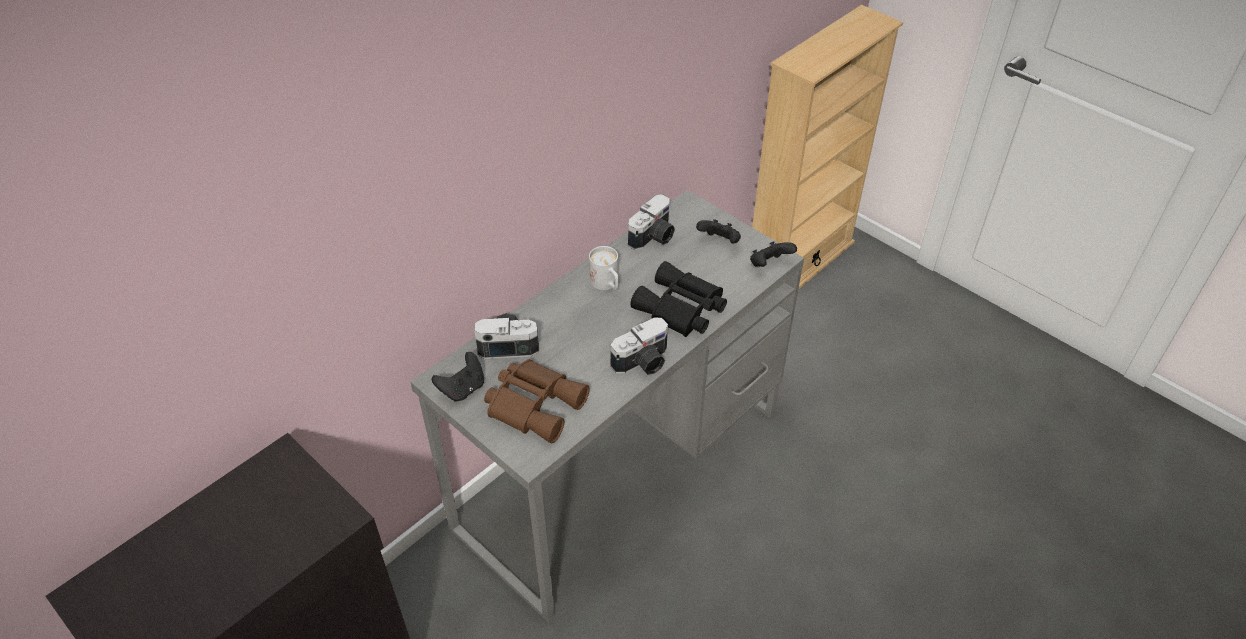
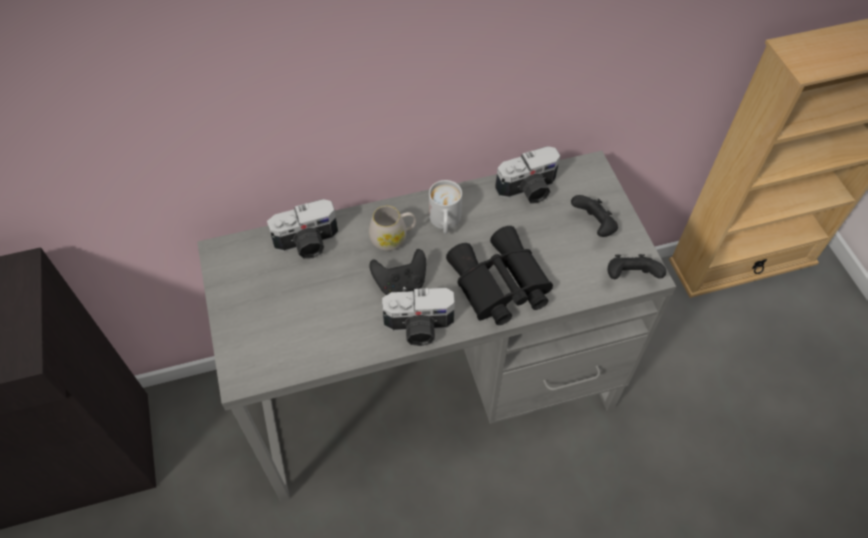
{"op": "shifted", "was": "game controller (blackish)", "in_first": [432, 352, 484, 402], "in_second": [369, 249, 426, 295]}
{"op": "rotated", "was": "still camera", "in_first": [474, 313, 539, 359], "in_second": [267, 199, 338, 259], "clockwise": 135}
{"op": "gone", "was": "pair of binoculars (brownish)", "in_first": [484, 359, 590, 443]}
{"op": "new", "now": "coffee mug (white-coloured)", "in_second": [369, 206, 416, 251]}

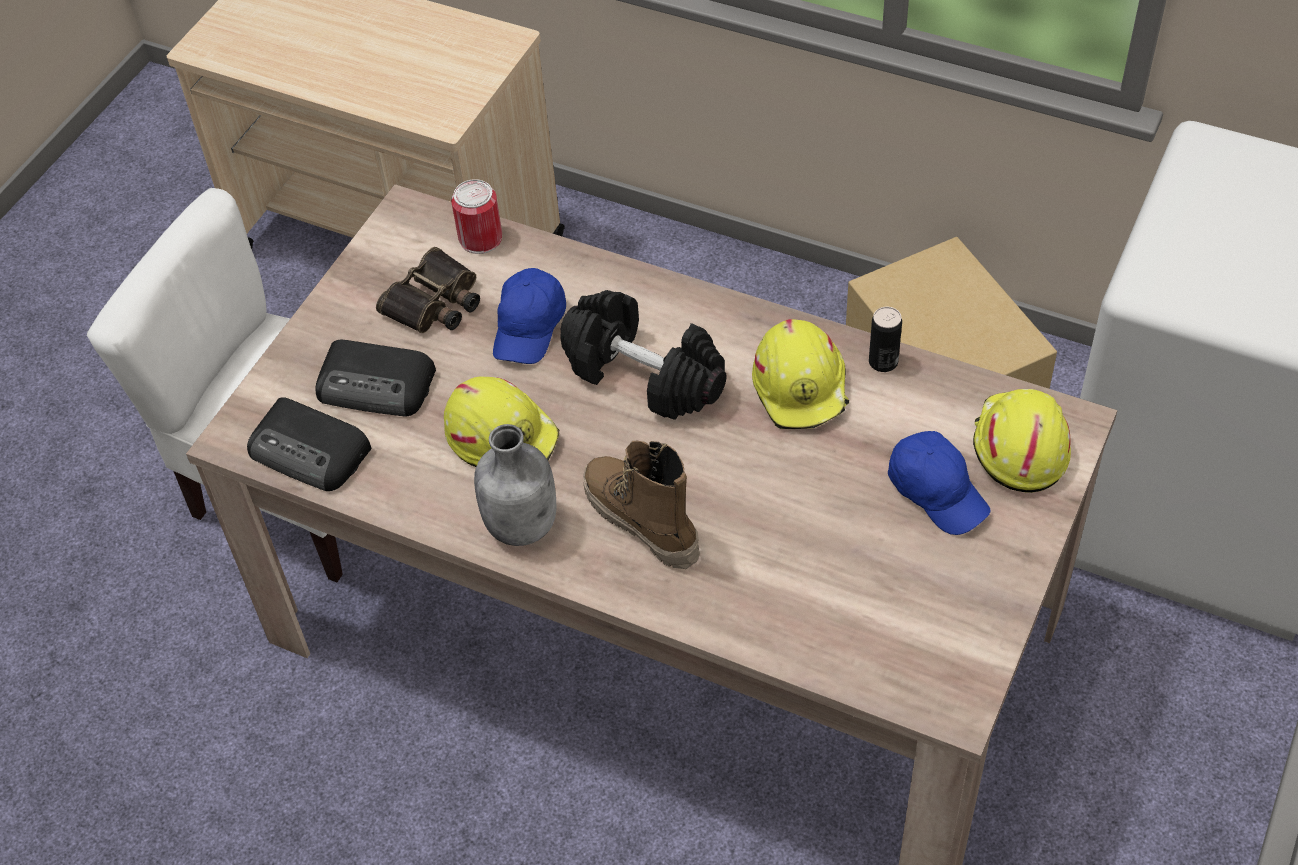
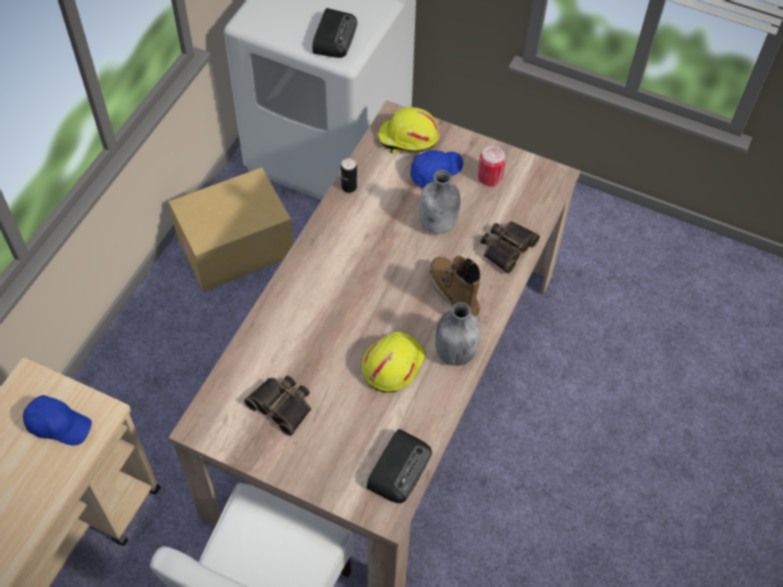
{"op": "shifted", "was": "radio set", "in_first": [315, 340, 436, 417], "in_second": [313, 8, 357, 58]}
{"op": "shifted", "was": "can", "in_first": [451, 179, 502, 254], "in_second": [478, 146, 506, 187]}
{"op": "shifted", "was": "baseball cap (blue-coloured)", "in_first": [493, 268, 566, 364], "in_second": [23, 395, 92, 446]}
{"op": "gone", "was": "dumbbell (blackish)", "in_first": [560, 290, 727, 420]}
{"op": "rotated", "was": "tall boot", "in_first": [583, 441, 700, 569], "in_second": [429, 256, 481, 322], "clockwise": 105}
{"op": "gone", "was": "work helmet (yellow)", "in_first": [752, 319, 849, 429]}
{"op": "new", "now": "beverage bottle (greyish)", "in_second": [419, 170, 461, 234]}
{"op": "new", "now": "pair of binoculars", "in_second": [481, 221, 540, 274]}

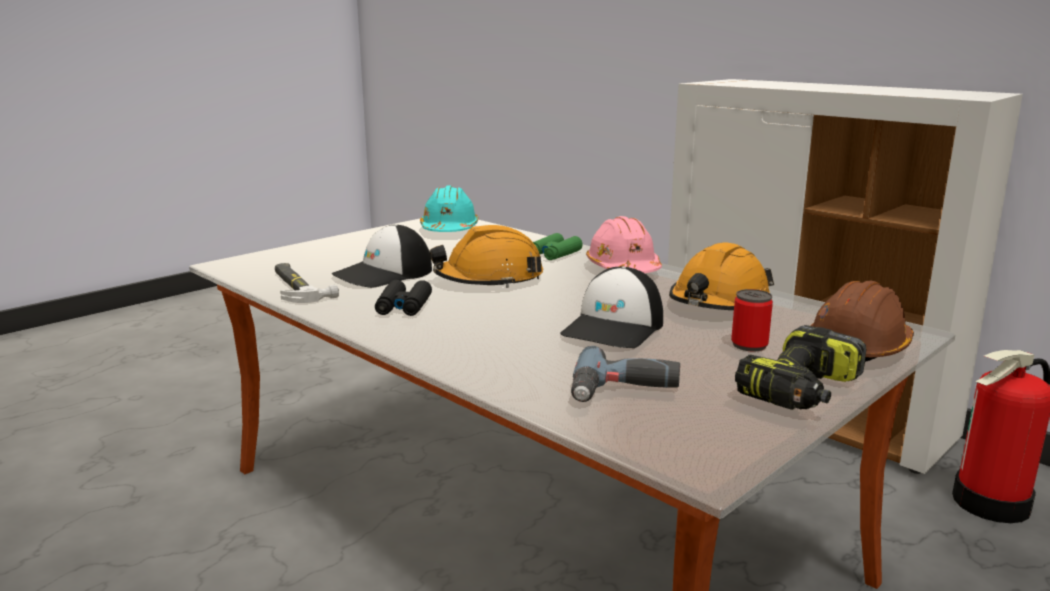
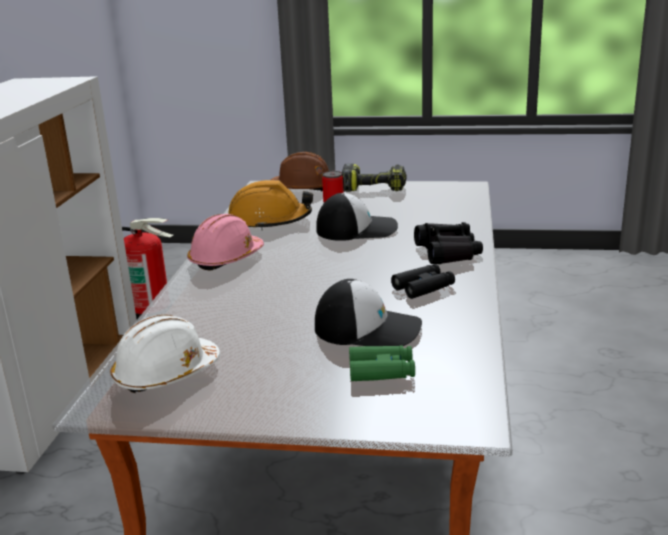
{"op": "gone", "was": "hammer", "in_first": [275, 263, 339, 303]}
{"op": "repainted", "was": "work helmet (blue-green)", "now": "work helmet (white-coloured)", "in_first": [420, 185, 479, 232], "in_second": [110, 315, 220, 393]}
{"op": "gone", "was": "work helmet (orangey)", "in_first": [429, 225, 543, 288]}
{"op": "shifted", "was": "pair of binoculars (greenish)", "in_first": [533, 233, 583, 260], "in_second": [349, 346, 415, 381]}
{"op": "gone", "was": "drill", "in_first": [571, 346, 680, 402]}
{"op": "new", "now": "pair of binoculars (blackish)", "in_second": [414, 222, 483, 264]}

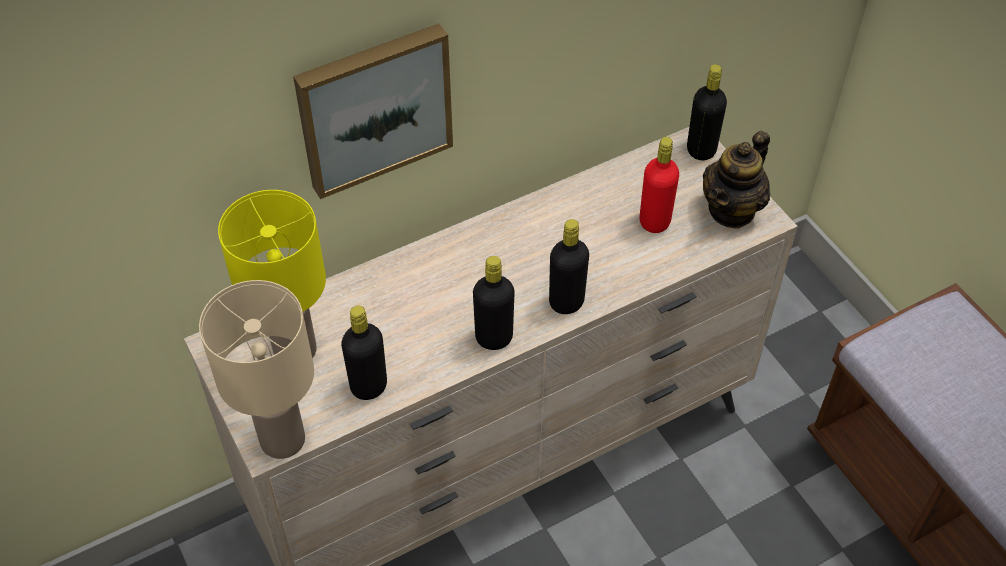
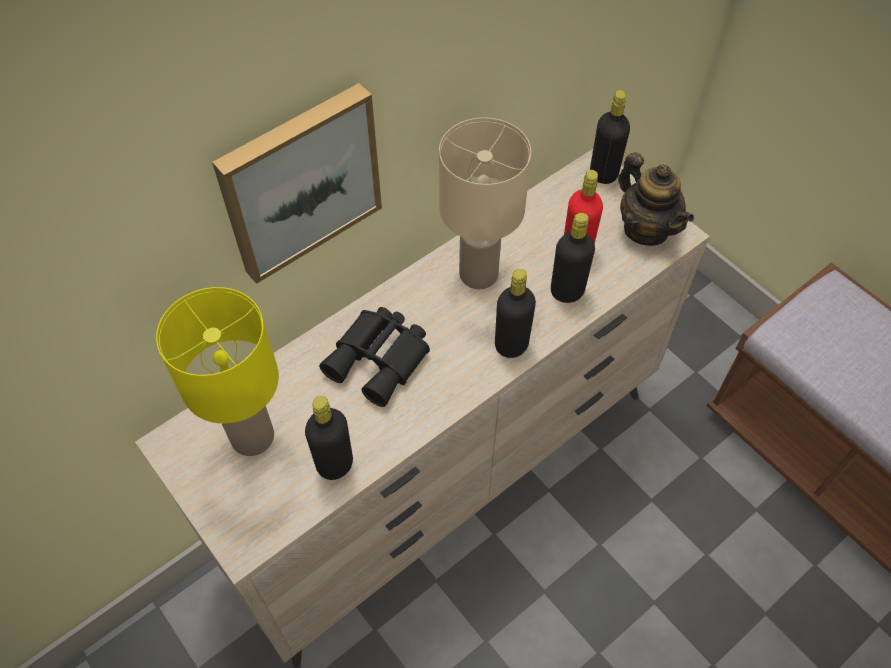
{"op": "shifted", "was": "lamp for a table (sand-coloured)", "in_first": [199, 280, 314, 459], "in_second": [439, 117, 531, 289]}
{"op": "shifted", "was": "beverage bottle (blackish)", "in_first": [473, 256, 515, 350], "in_second": [551, 213, 595, 303]}
{"op": "rotated", "was": "teapot", "in_first": [703, 131, 770, 229], "in_second": [618, 152, 694, 246], "clockwise": -60}
{"op": "new", "now": "pair of binoculars (blackish)", "in_second": [319, 307, 430, 407]}

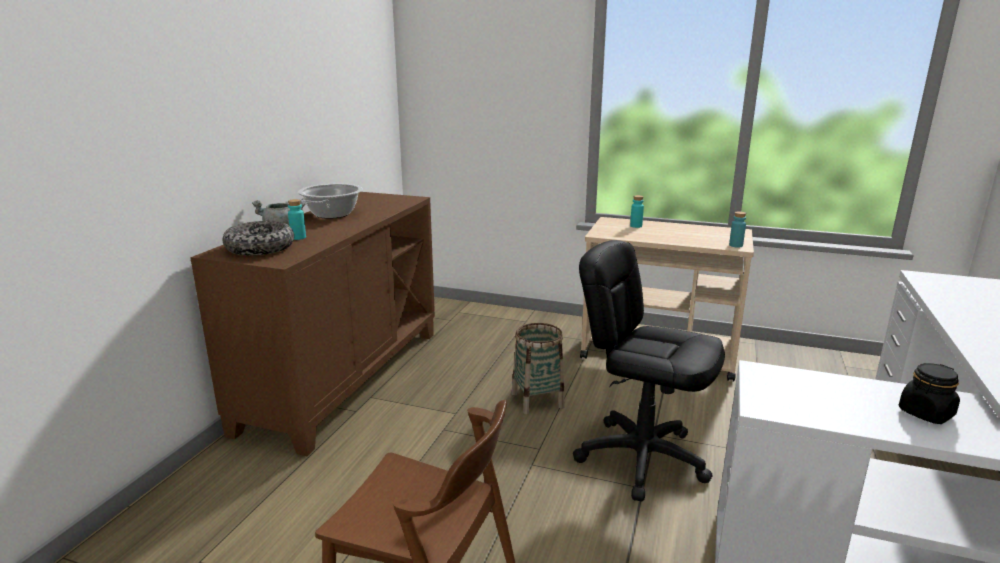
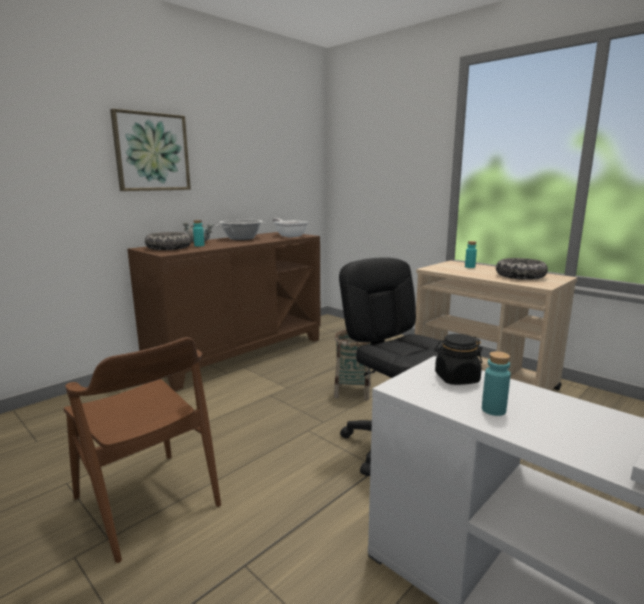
{"op": "shifted", "was": "beverage bottle (blue-green)", "in_first": [729, 211, 746, 247], "in_second": [482, 351, 510, 416]}
{"op": "shifted", "was": "preserve jar (blackish)", "in_first": [899, 363, 960, 424], "in_second": [435, 334, 482, 385]}
{"op": "new", "now": "picture", "in_second": [110, 109, 191, 191]}
{"op": "new", "now": "pan", "in_second": [273, 218, 308, 238]}
{"op": "new", "now": "deep dish", "in_second": [496, 258, 548, 280]}

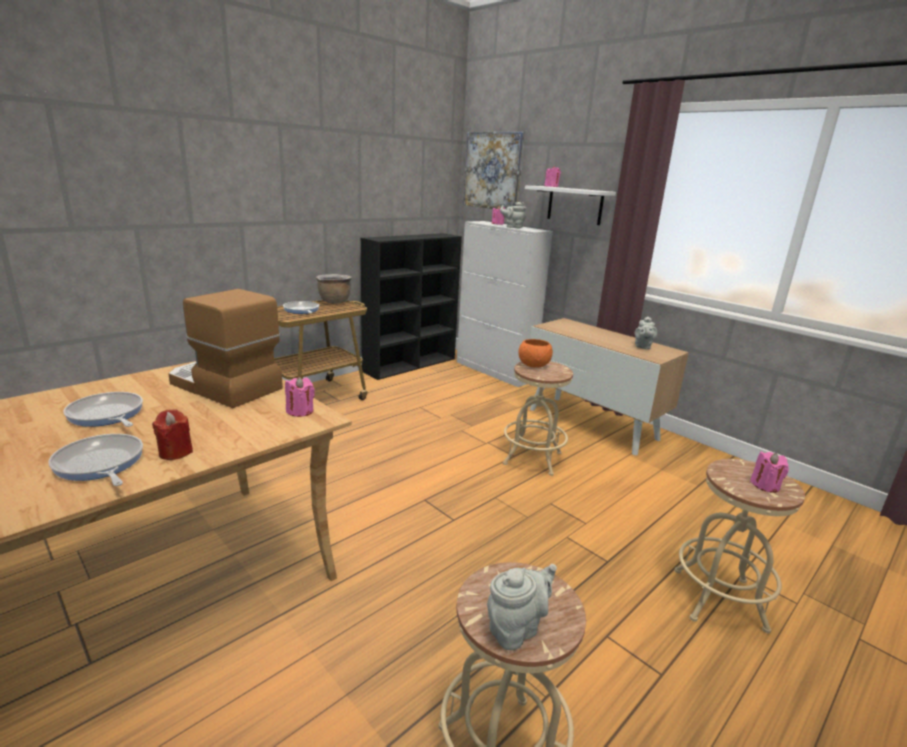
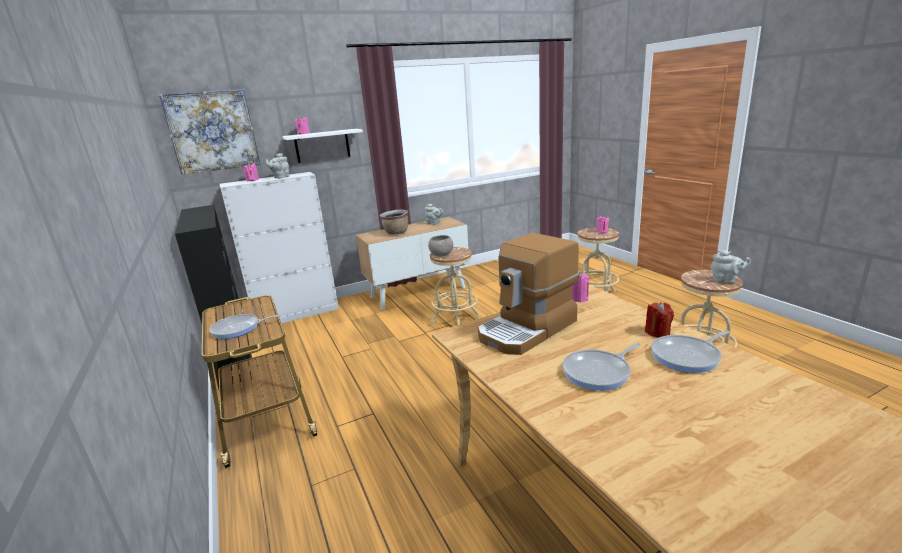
{"op": "shifted", "was": "stockpot (brownish)", "in_first": [316, 274, 352, 303], "in_second": [380, 210, 408, 234]}
{"op": "rotated", "was": "teapot (greyish)", "in_first": [487, 564, 557, 650], "in_second": [711, 250, 751, 283], "clockwise": 135}
{"op": "repainted", "was": "deep dish (orangey)", "now": "deep dish (greyish)", "in_first": [519, 339, 553, 368], "in_second": [428, 235, 453, 257]}

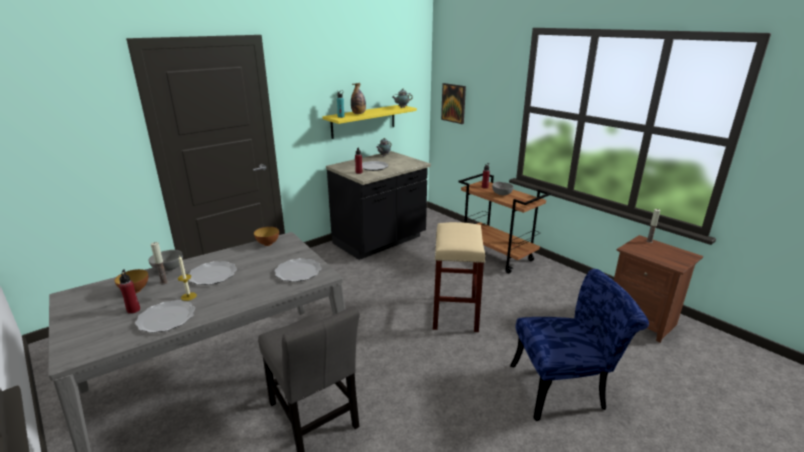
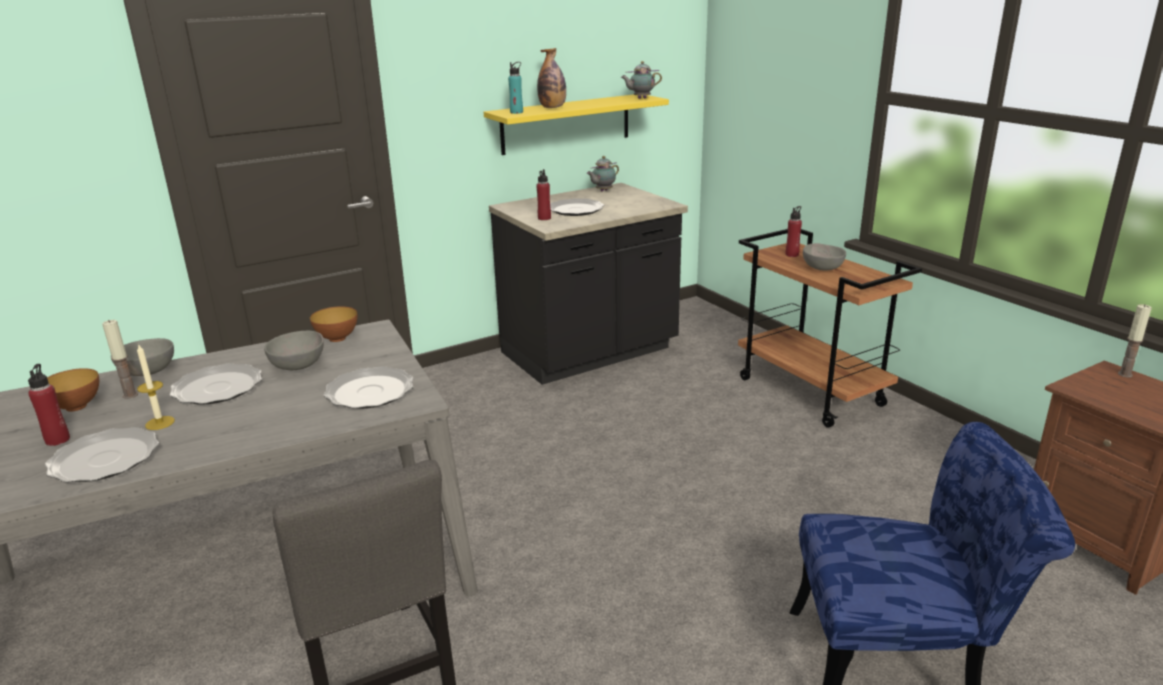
{"op": "gone", "was": "stool seat (sand-coloured)", "in_first": [433, 222, 485, 332]}
{"op": "gone", "was": "picture", "in_first": [441, 83, 466, 124]}
{"op": "new", "now": "deep dish (greyish)", "in_second": [264, 331, 324, 370]}

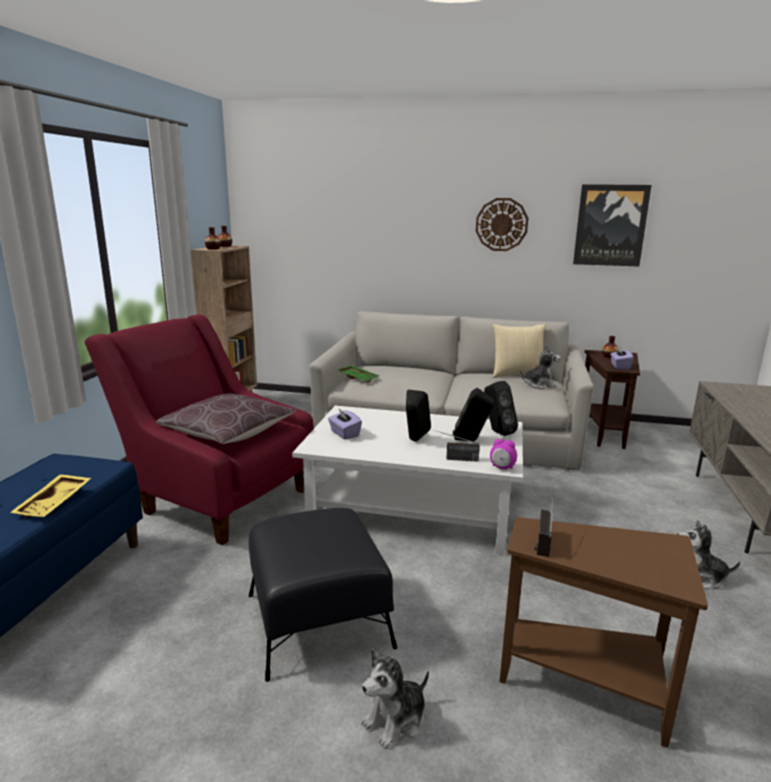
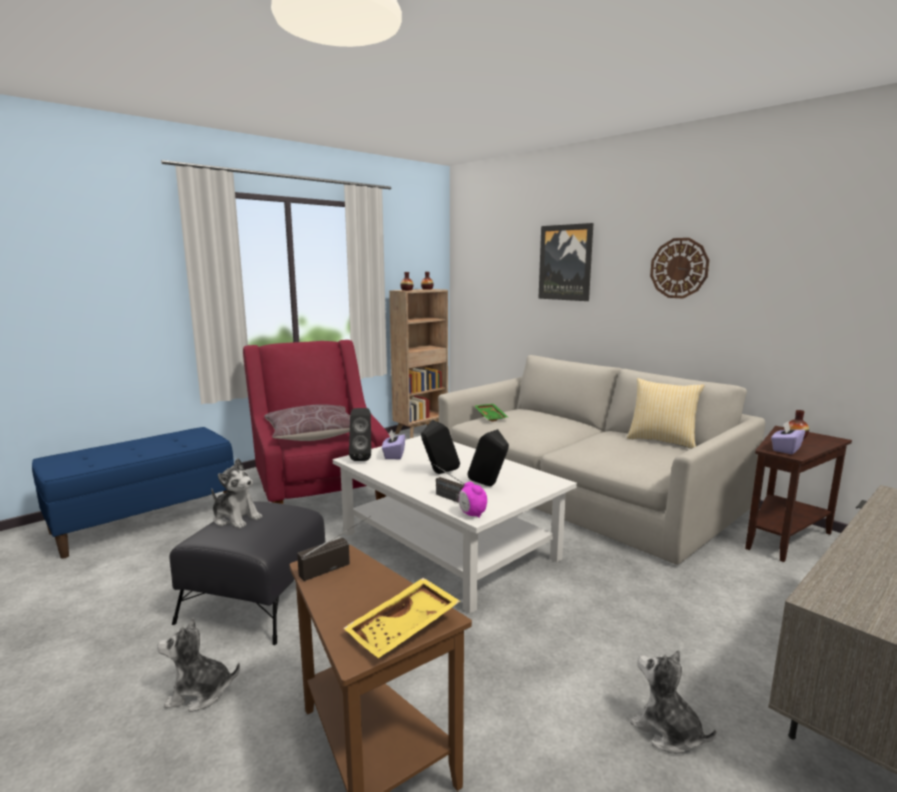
{"op": "shifted", "was": "carrying tray (yellow)", "in_first": [10, 474, 91, 518], "in_second": [343, 578, 460, 658]}
{"op": "shifted", "was": "speaker (blackish)", "in_first": [484, 381, 518, 436], "in_second": [349, 408, 371, 461]}
{"op": "shifted", "was": "plush toy", "in_first": [519, 345, 560, 389], "in_second": [211, 458, 262, 529]}
{"op": "shifted", "was": "picture", "in_first": [573, 184, 651, 267], "in_second": [538, 223, 594, 301]}

